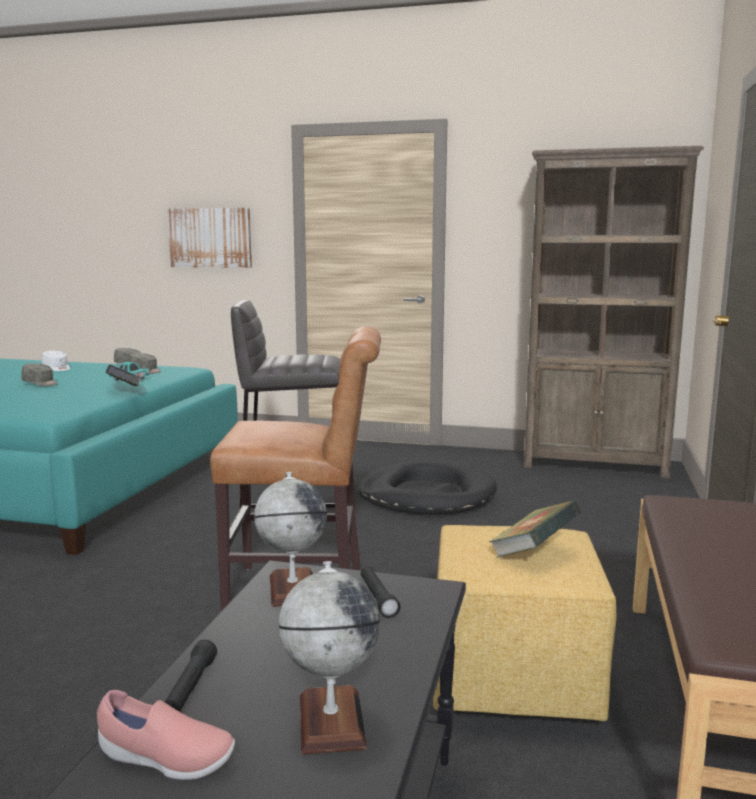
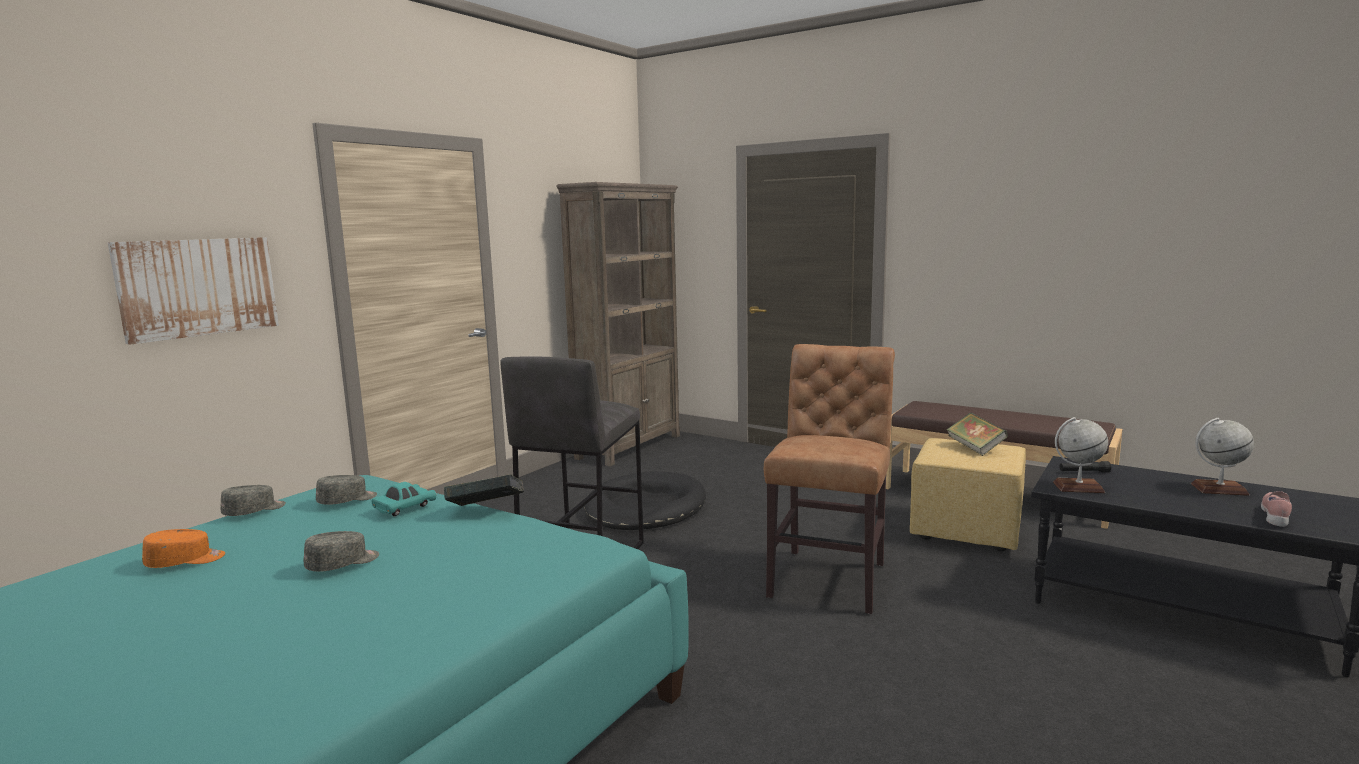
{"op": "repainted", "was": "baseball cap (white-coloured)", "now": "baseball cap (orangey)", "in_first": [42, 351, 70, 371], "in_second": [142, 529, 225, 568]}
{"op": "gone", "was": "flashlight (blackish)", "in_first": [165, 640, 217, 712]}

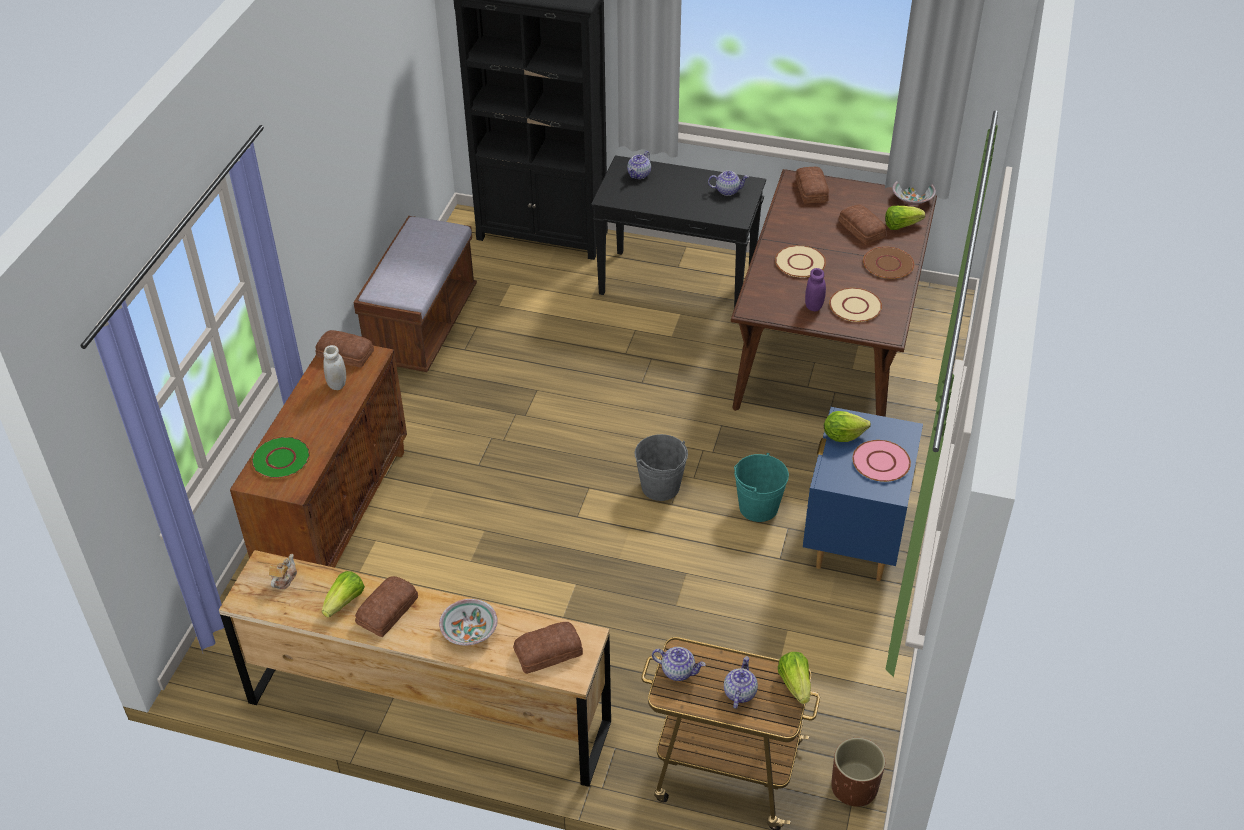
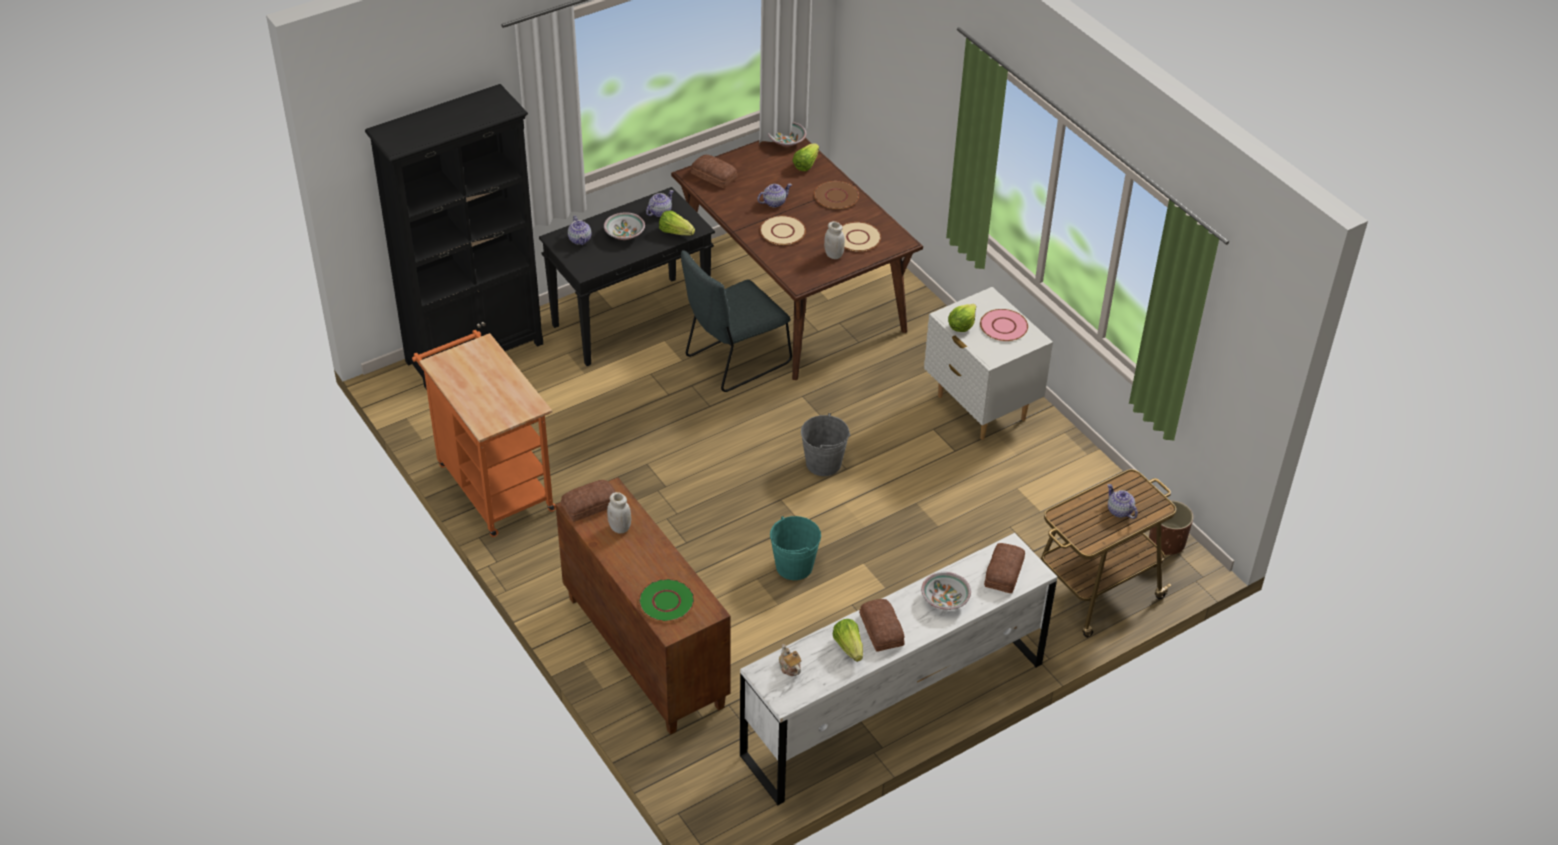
{"op": "repainted", "was": "dresser (brownish)", "now": "dresser (white-coloured)", "in_first": [219, 550, 611, 787], "in_second": [740, 533, 1057, 805]}
{"op": "swapped", "was": "indoor bench (brownish)", "now": "trolley (orangey)", "in_first": [353, 216, 477, 372], "in_second": [412, 330, 556, 537]}
{"op": "shifted", "was": "teapot", "in_first": [652, 647, 706, 681], "in_second": [757, 184, 792, 208]}
{"op": "shifted", "was": "bucket (blue-green)", "in_first": [734, 453, 789, 522], "in_second": [770, 516, 821, 580]}
{"op": "shifted", "was": "head of lettuce", "in_first": [778, 652, 811, 704], "in_second": [659, 211, 695, 236]}
{"op": "repainted", "was": "night table (blue-coloured)", "now": "night table (white-coloured)", "in_first": [803, 407, 923, 581], "in_second": [924, 287, 1053, 440]}
{"op": "repainted", "was": "preserve jar (purple-coloured)", "now": "preserve jar (white-coloured)", "in_first": [805, 268, 826, 311], "in_second": [824, 221, 845, 259]}
{"op": "gone", "was": "baked bread", "in_first": [838, 204, 886, 244]}
{"op": "new", "now": "deep dish", "in_second": [604, 212, 645, 240]}
{"op": "new", "now": "upright chair (greyish)", "in_second": [681, 250, 792, 392]}

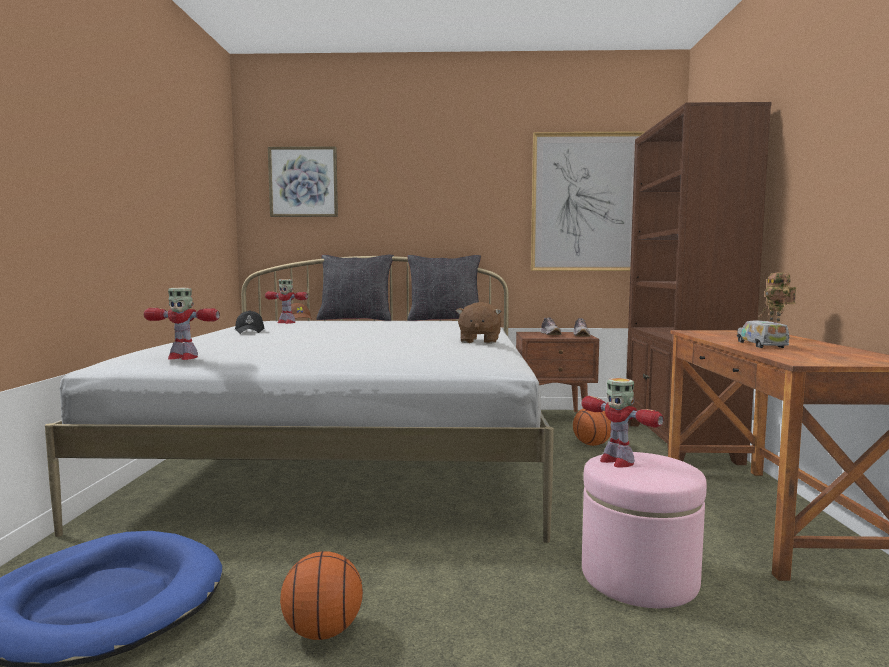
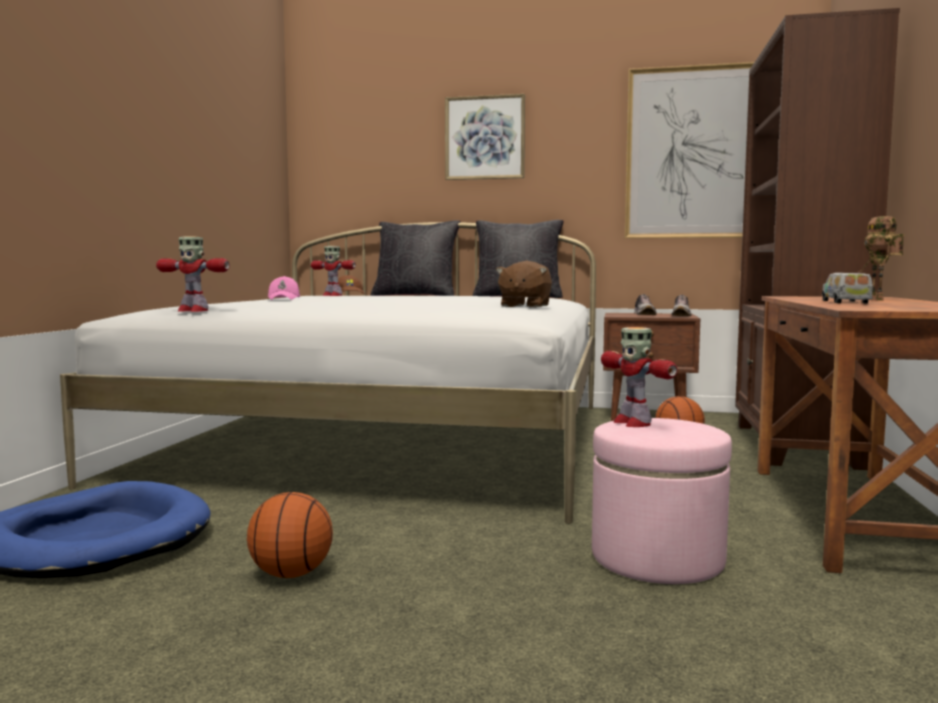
{"op": "repainted", "was": "baseball cap (blackish)", "now": "baseball cap (pinkish)", "in_first": [235, 310, 265, 334], "in_second": [268, 276, 300, 300]}
{"op": "shifted", "was": "picture", "in_first": [268, 146, 338, 217], "in_second": [445, 94, 525, 180]}

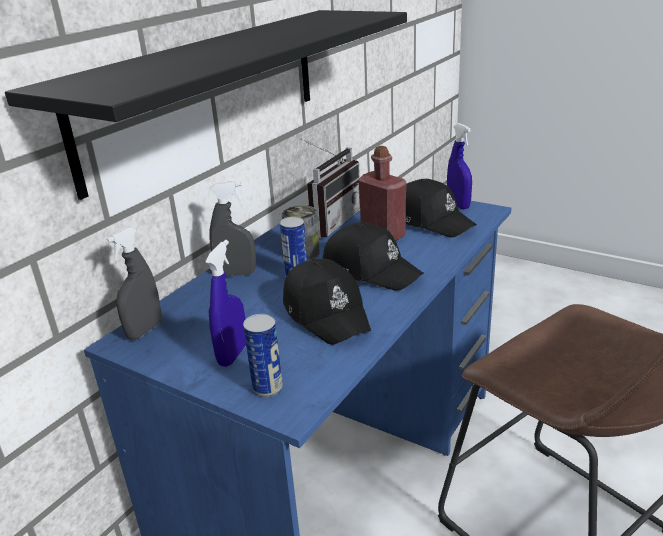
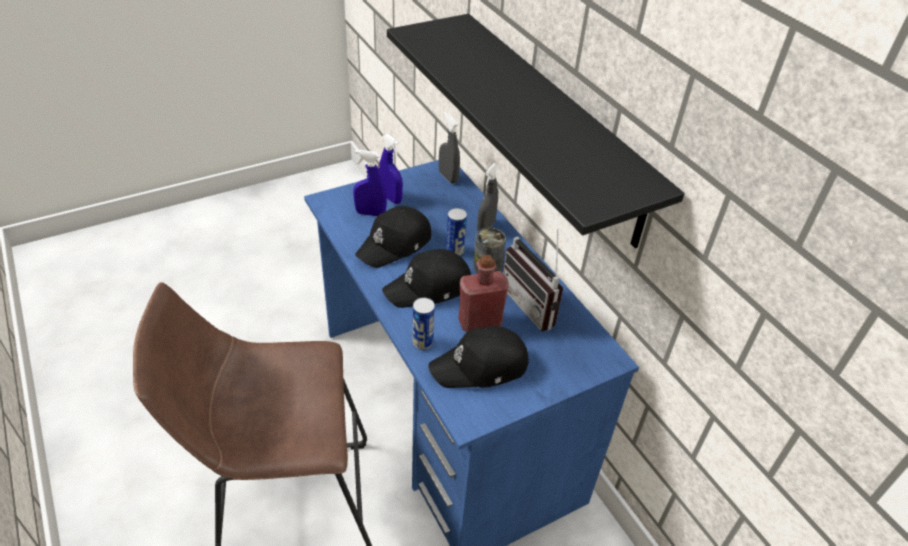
{"op": "shifted", "was": "can", "in_first": [243, 314, 283, 397], "in_second": [412, 297, 435, 350]}
{"op": "rotated", "was": "baseball cap (blackish)", "in_first": [283, 259, 371, 345], "in_second": [355, 206, 431, 268], "clockwise": -45}
{"op": "shifted", "was": "sprayer (blue-coloured)", "in_first": [447, 123, 472, 209], "in_second": [353, 150, 387, 216]}

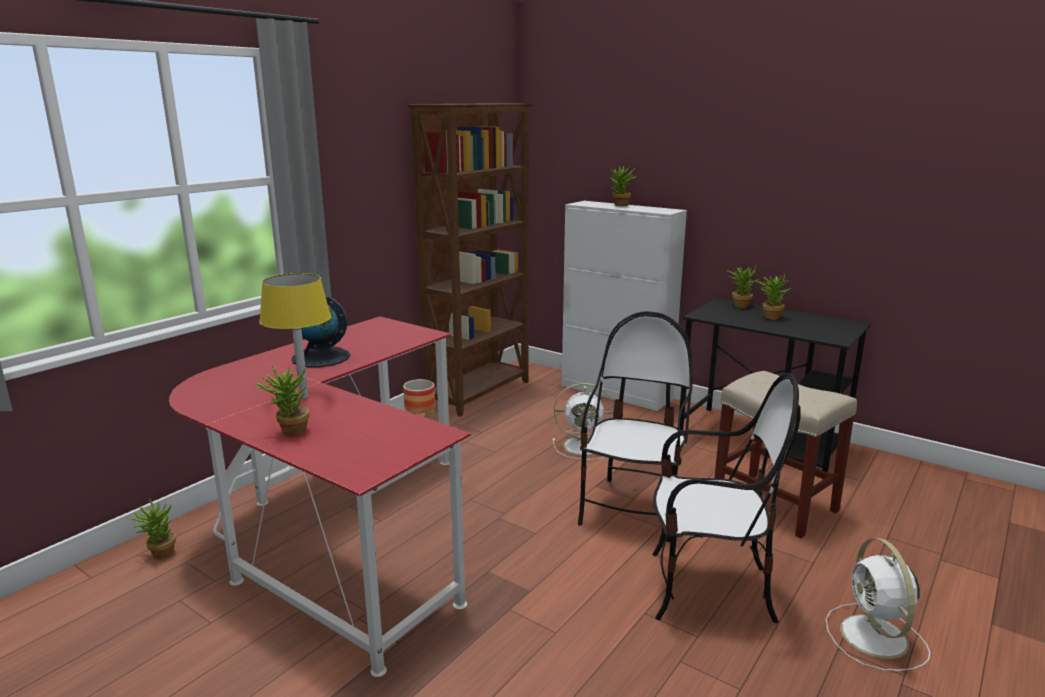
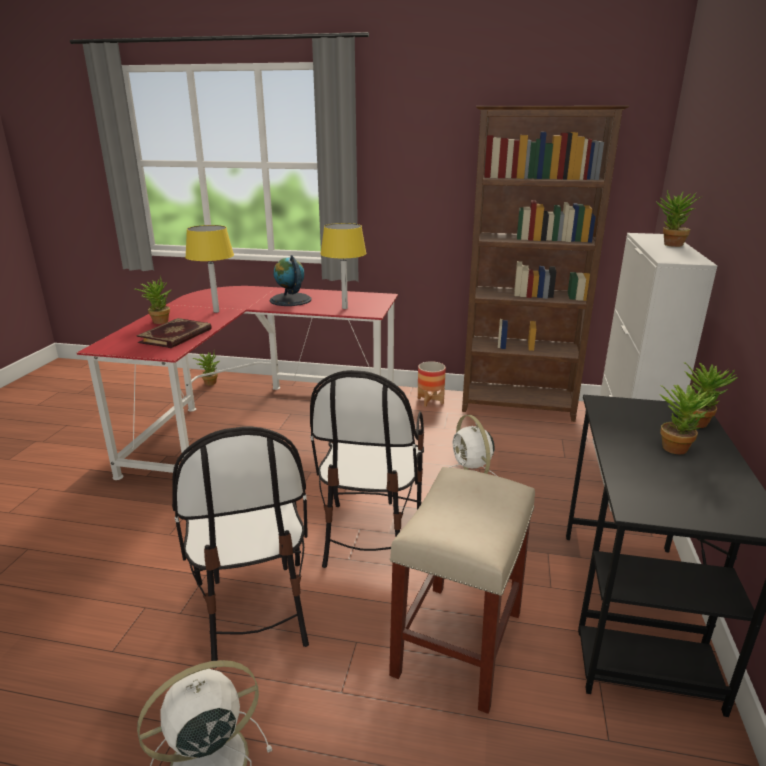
{"op": "rotated", "was": "upright chair", "in_first": [578, 311, 692, 542], "in_second": [310, 370, 424, 568], "clockwise": 105}
{"op": "new", "now": "volume", "in_second": [136, 318, 212, 348]}
{"op": "new", "now": "lamp for a table (yellow)", "in_second": [320, 223, 367, 309]}

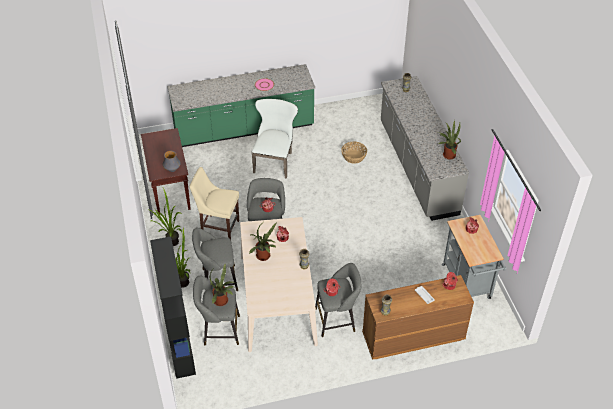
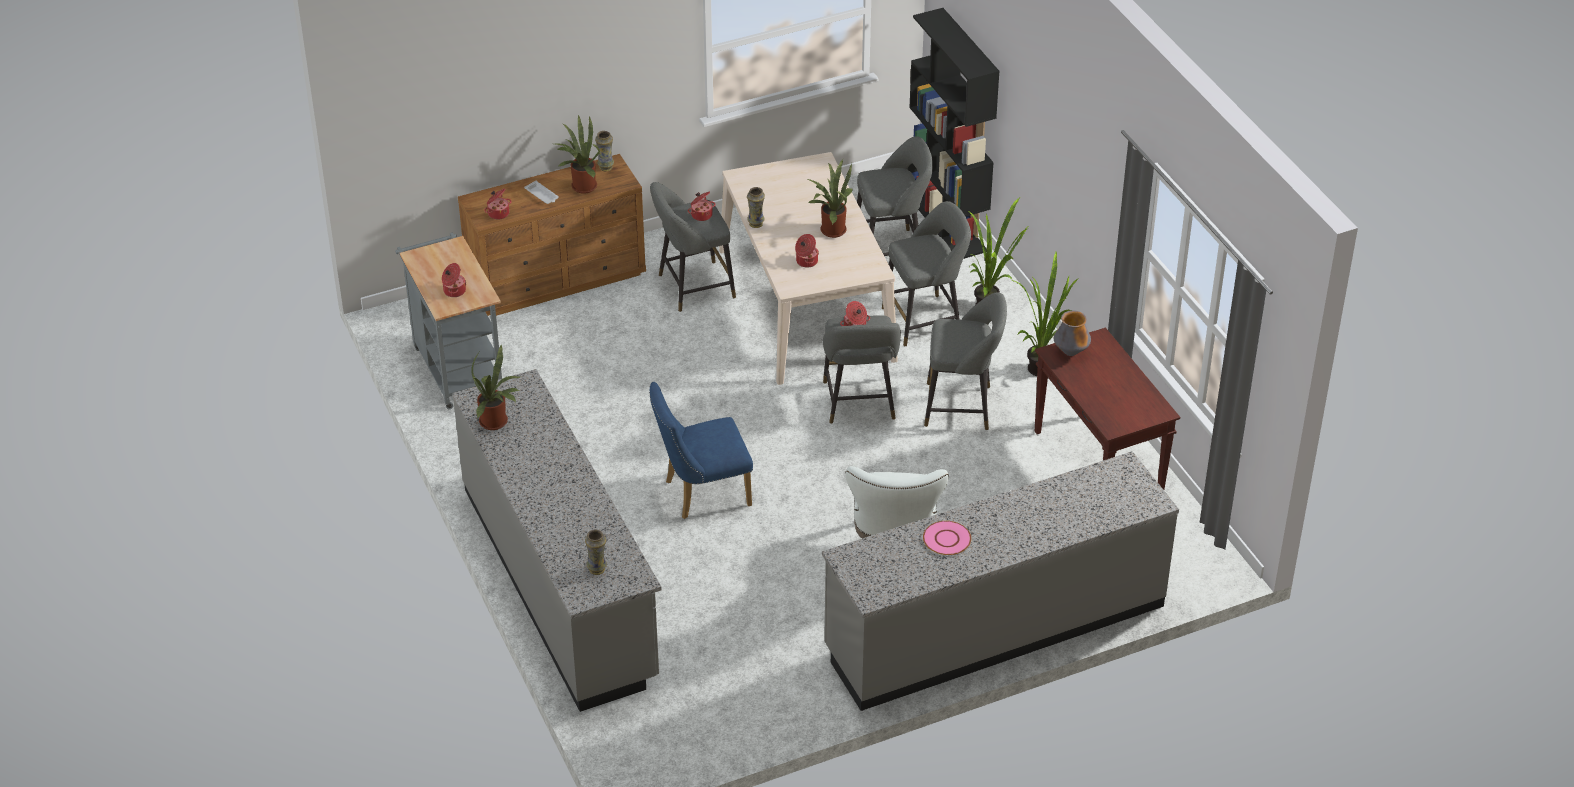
{"op": "repainted", "was": "kitchen base unit (greenish)", "now": "kitchen base unit (greyish)", "in_first": [167, 64, 315, 147], "in_second": [822, 451, 1179, 711]}
{"op": "swapped", "was": "upright chair (sand-coloured)", "now": "stool seat (greyish)", "in_first": [189, 167, 239, 239], "in_second": [924, 292, 1007, 430]}
{"op": "shifted", "was": "plant in a pot", "in_first": [210, 264, 235, 306], "in_second": [555, 114, 600, 194]}
{"op": "gone", "was": "basket", "in_first": [341, 142, 367, 164]}
{"op": "new", "now": "upright chair (blue-coloured)", "in_second": [649, 382, 753, 519]}

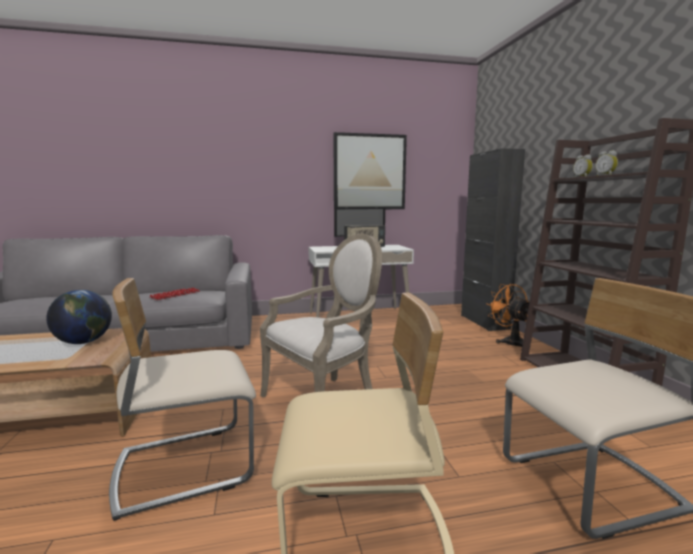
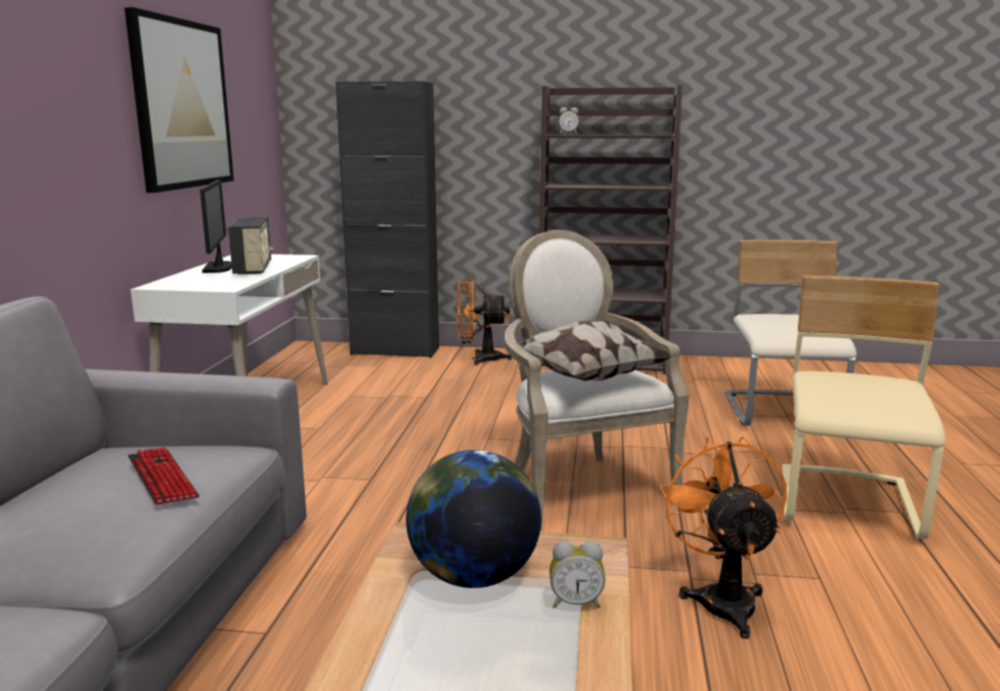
{"op": "swapped", "was": "upright chair (sand-coloured)", "now": "electric fan (orangey)", "in_first": [109, 278, 256, 521], "in_second": [660, 436, 787, 639]}
{"op": "shifted", "was": "alarm clock", "in_first": [595, 150, 618, 176], "in_second": [549, 541, 605, 608]}
{"op": "new", "now": "cushion", "in_second": [504, 321, 673, 381]}

